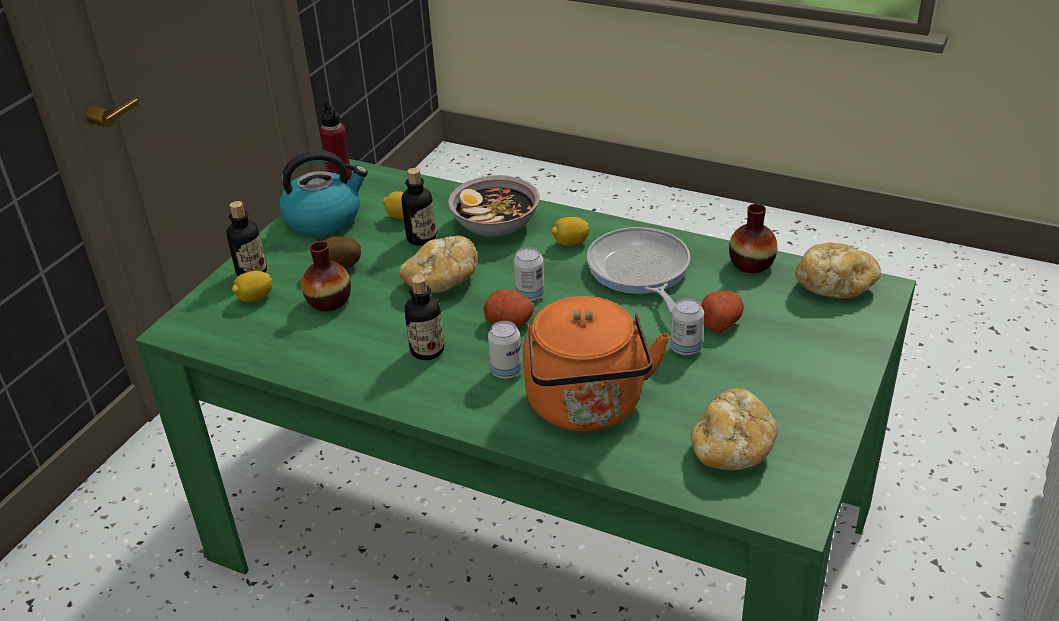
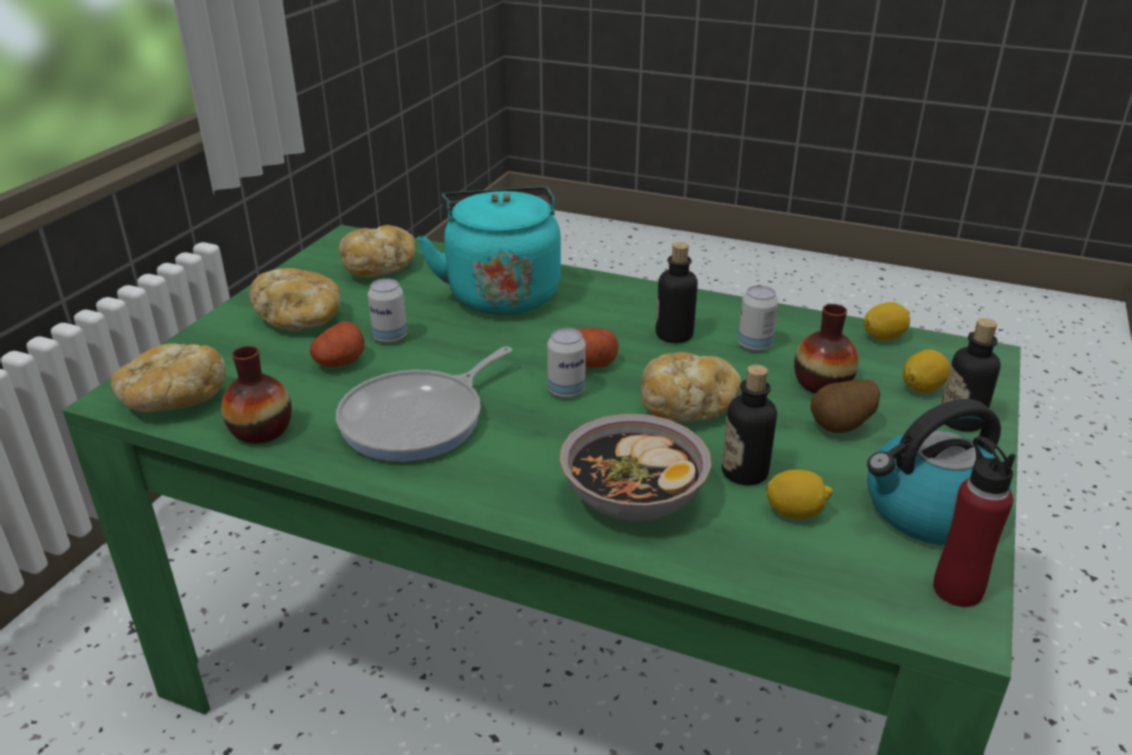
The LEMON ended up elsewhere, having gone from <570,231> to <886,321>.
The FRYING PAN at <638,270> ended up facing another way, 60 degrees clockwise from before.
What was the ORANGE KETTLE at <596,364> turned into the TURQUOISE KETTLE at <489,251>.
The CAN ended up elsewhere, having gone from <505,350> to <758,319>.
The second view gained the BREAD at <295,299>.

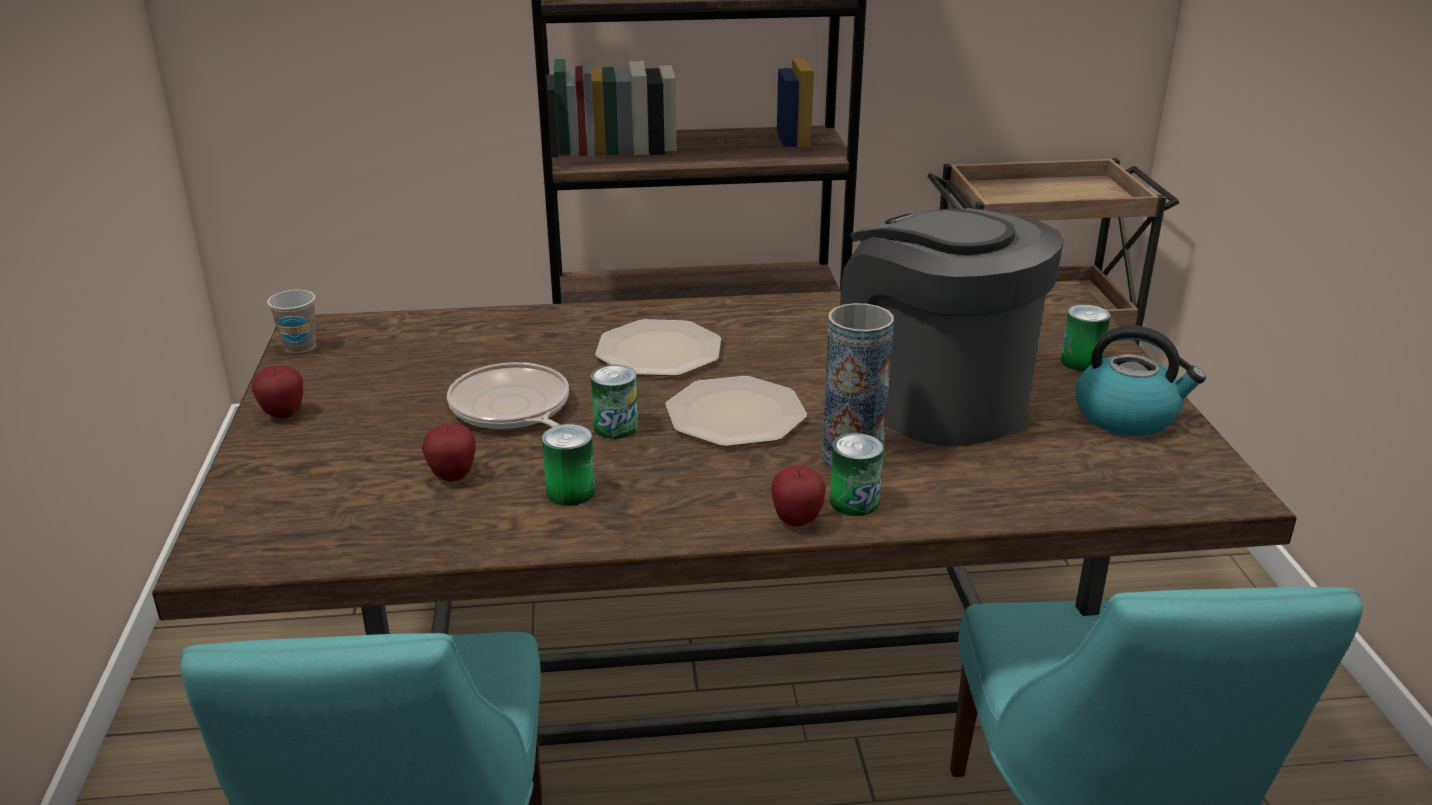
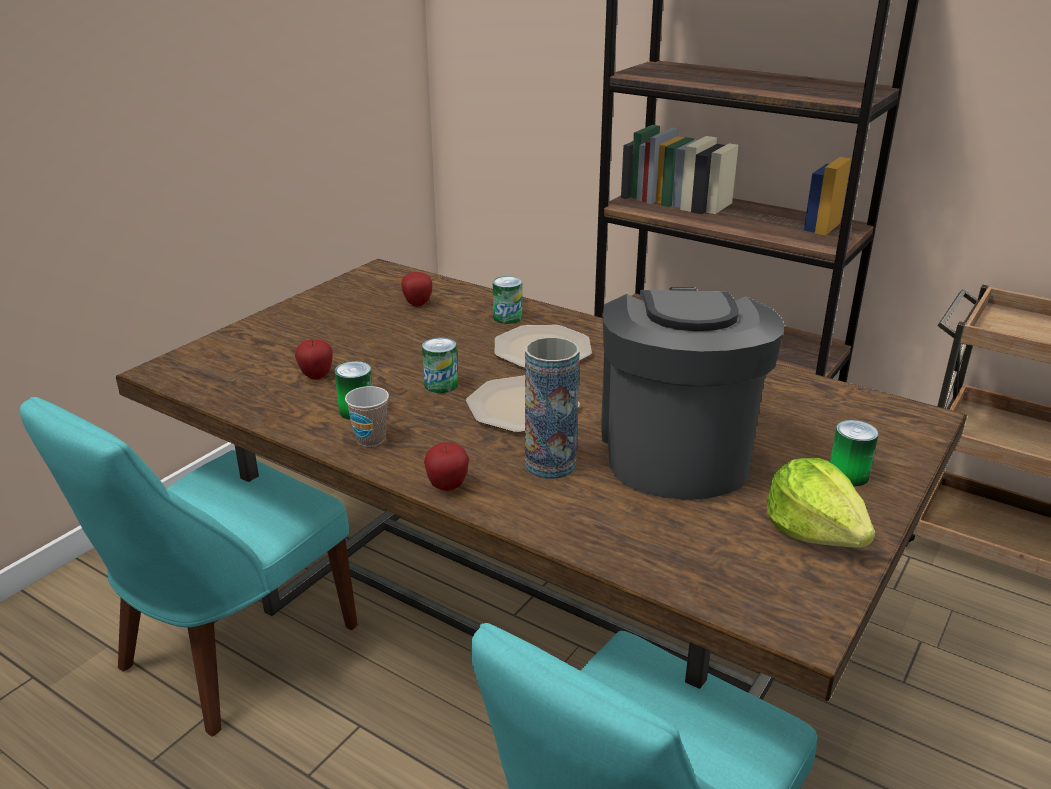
The CUP ended up elsewhere, having gone from <291,321> to <367,416>.
Where the KETTLE stood at <1141,380>, the LETTUCE came to stand at <820,503>.
The second view lost the FRYING PAN at <508,396>.
The APPLE ended up elsewhere, having gone from <277,392> to <416,289>.
The CAN ended up elsewhere, having gone from <856,474> to <507,300>.

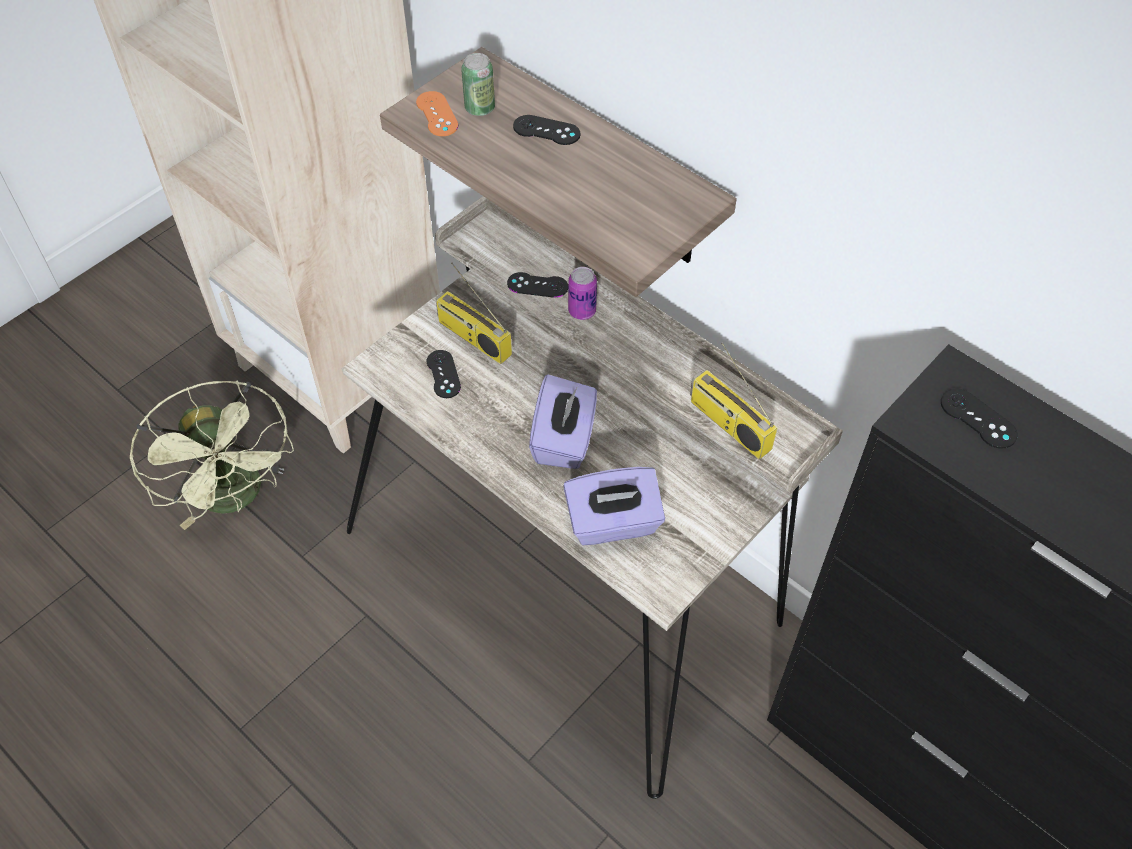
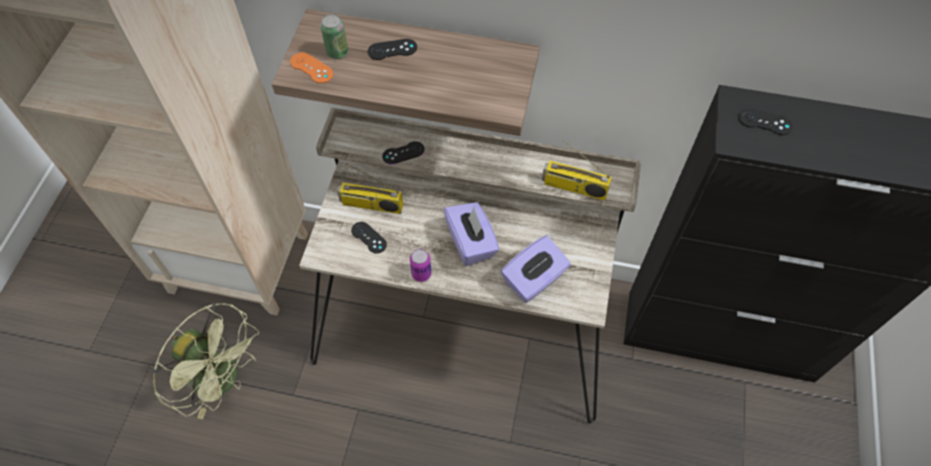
The CAN ended up elsewhere, having gone from <582,293> to <420,265>.

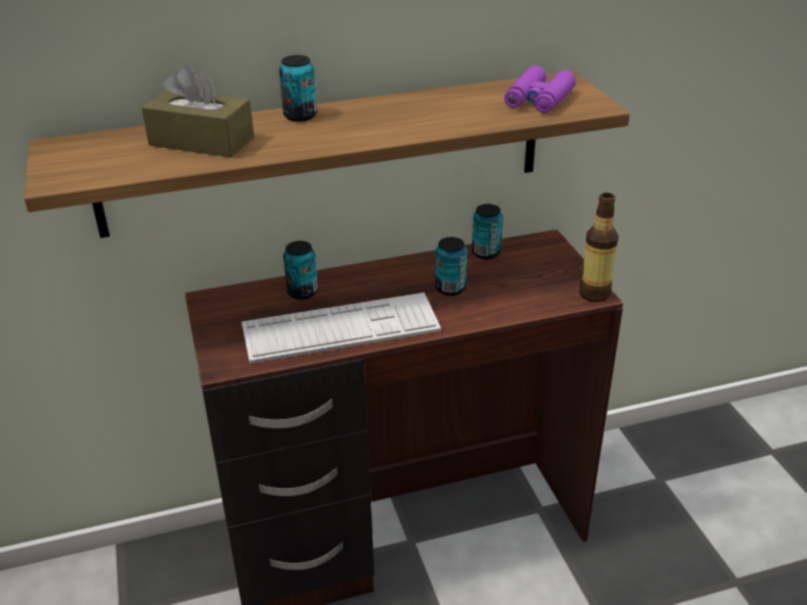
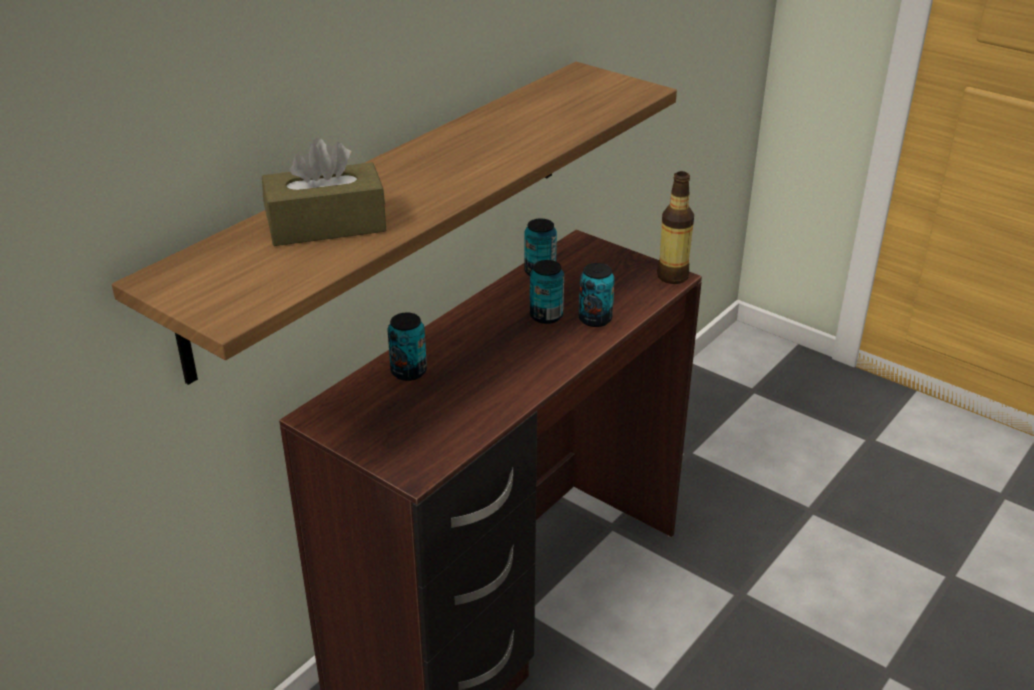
The CAN ended up elsewhere, having gone from <298,88> to <597,295>.
The second view lost the PURPLE BINOCULARS at <540,89>.
The second view lost the KEYBOARD at <341,328>.

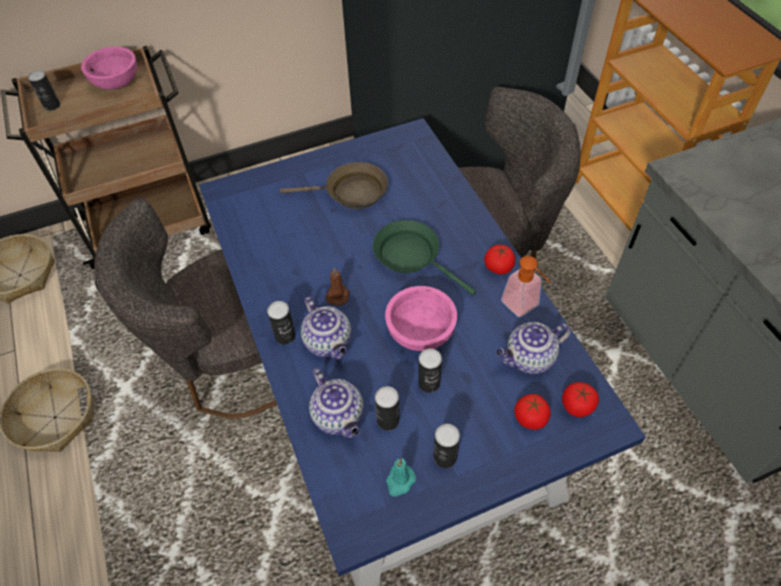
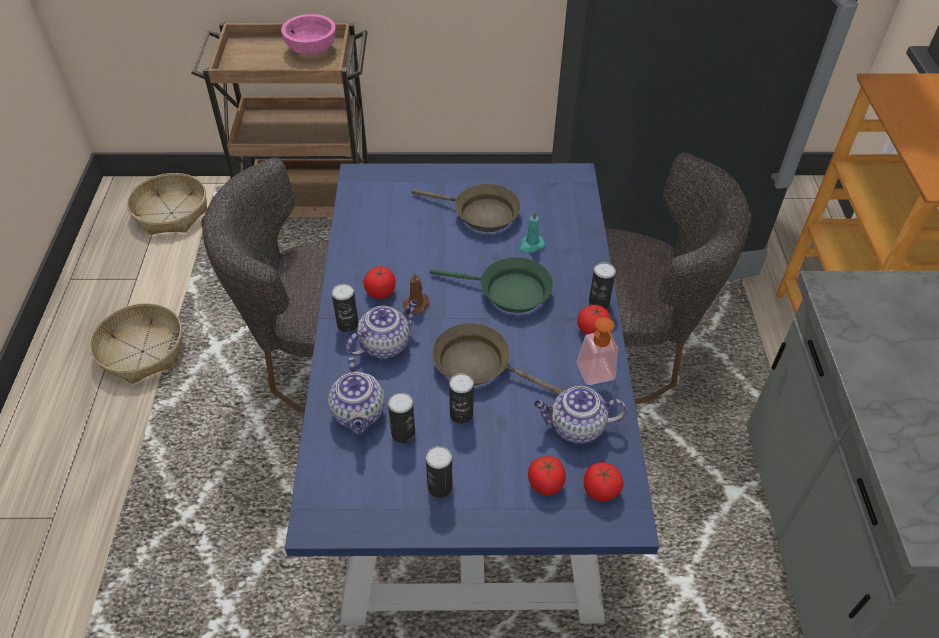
The CAN ended up elsewhere, having gone from <44,90> to <602,285>.
The GREEN FRYING PAN at <424,257> ended up facing another way, 135 degrees clockwise from before.
Where the PINK BOWL stood at <421,318>, the BROWN FRYING PAN came to stand at <497,359>.
The TEAPOT at <326,328> ended up facing another way, 120 degrees counterclockwise from before.
The TURQUOISE CANDLE ended up elsewhere, having gone from <401,477> to <532,232>.
The second view gained the TOMATO at <379,282>.

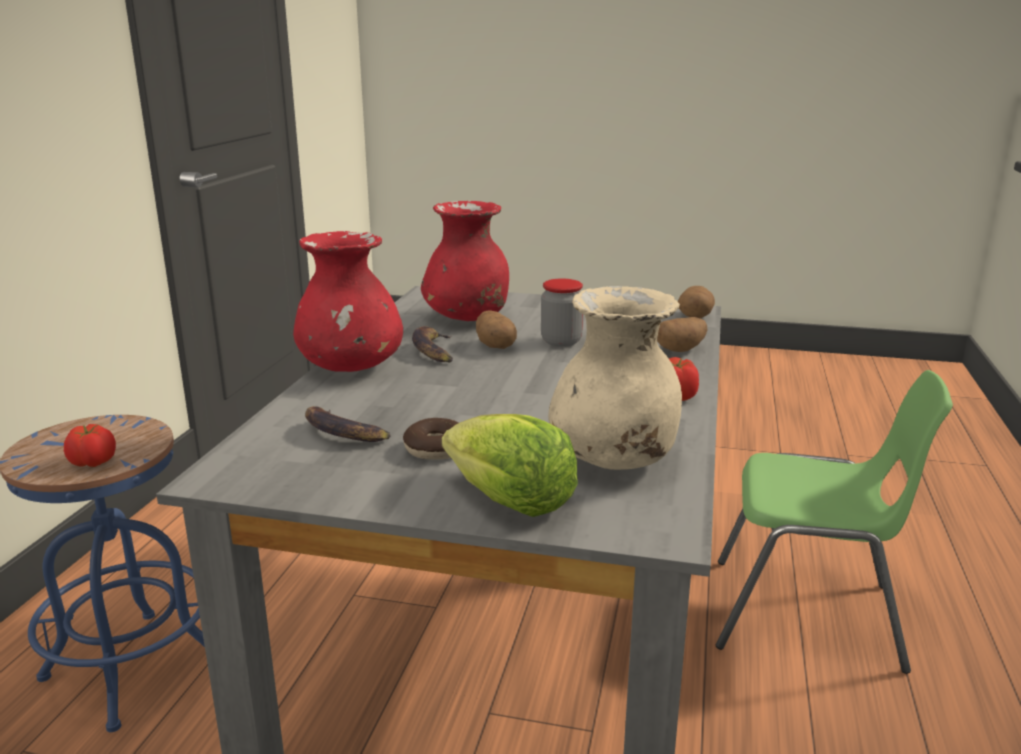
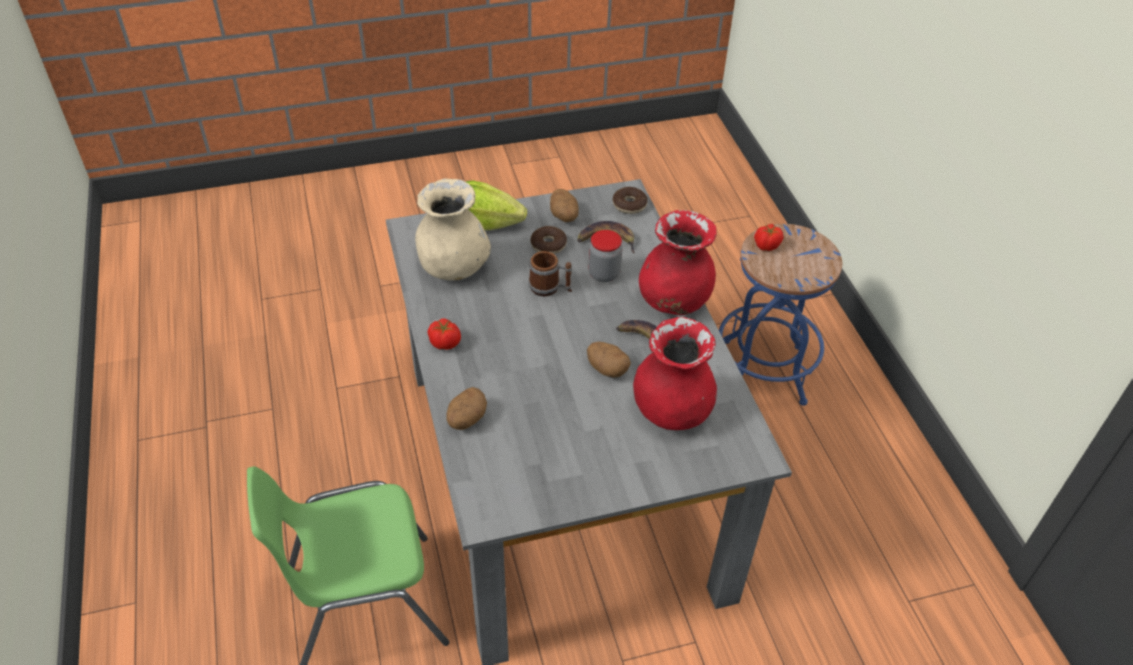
The JAR ended up elsewhere, having gone from <562,313> to <605,256>.
The POTATO ended up elsewhere, having gone from <696,302> to <564,205>.
The second view gained the DONUT at <630,200>.
The second view gained the MUG at <550,273>.

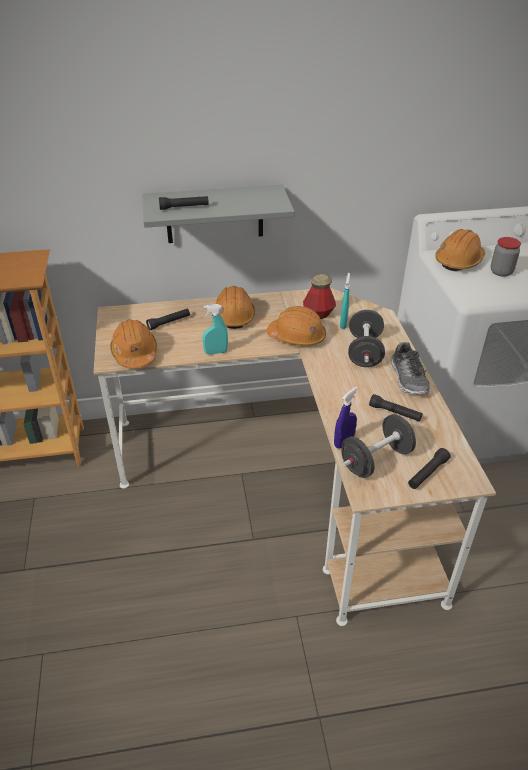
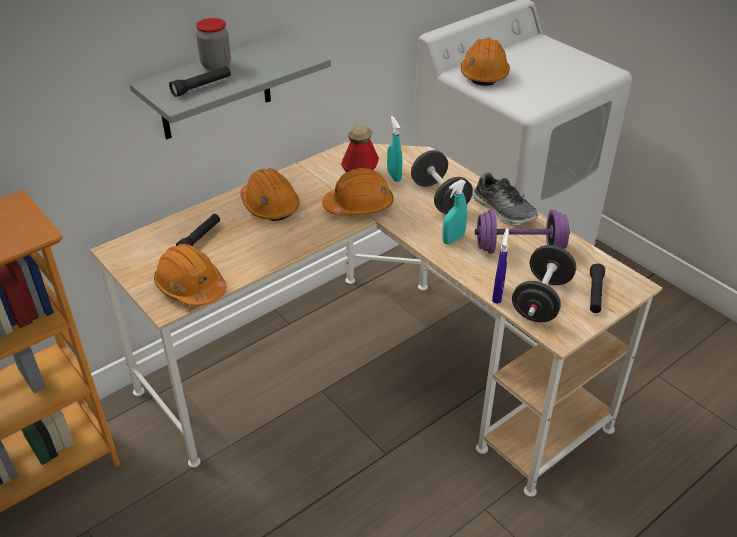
The JAR ended up elsewhere, having gone from <506,257> to <213,44>.
The TURQUOISE SPRAY BOTTLE ended up elsewhere, having gone from <215,329> to <454,211>.
Where the BLACK FLASHLIGHT stood at <396,408>, the PURPLE DUMBBELL came to stand at <522,231>.

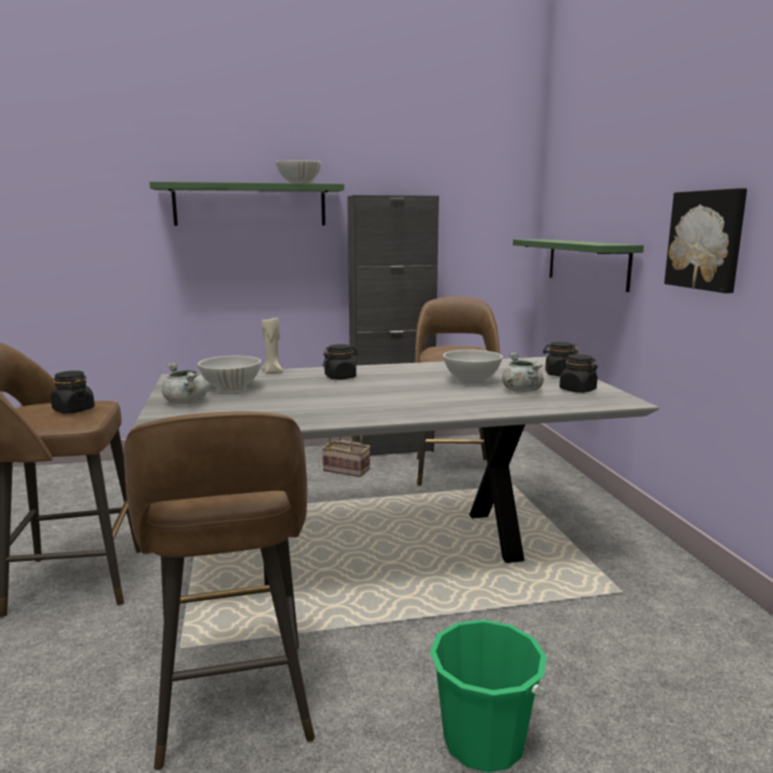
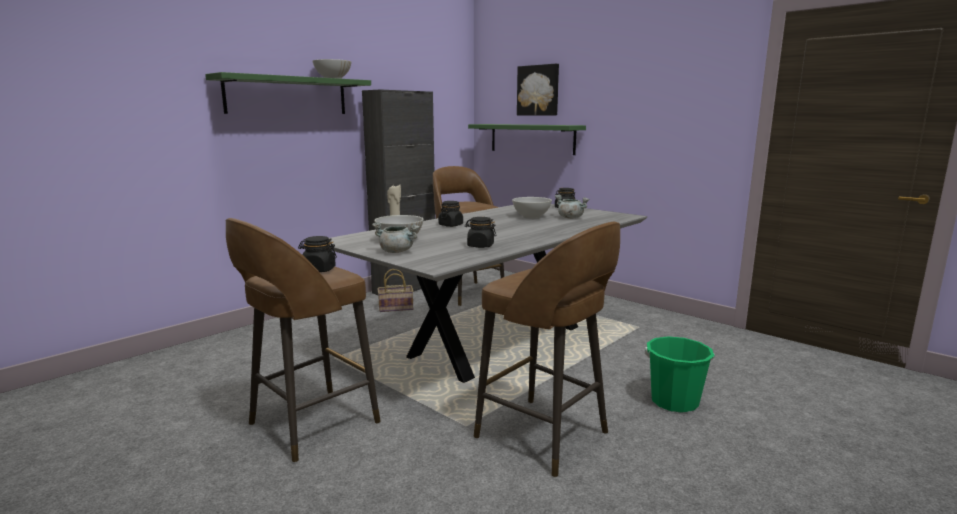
The PICTURE ended up elsewhere, having gone from <705,240> to <538,89>.
The BLACK JAR ended up elsewhere, having gone from <578,373> to <480,232>.

